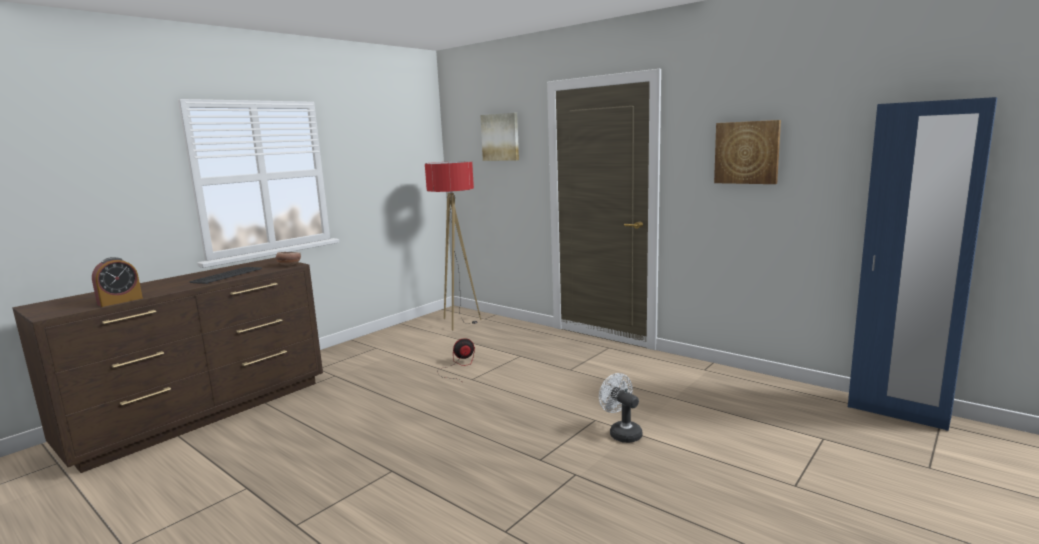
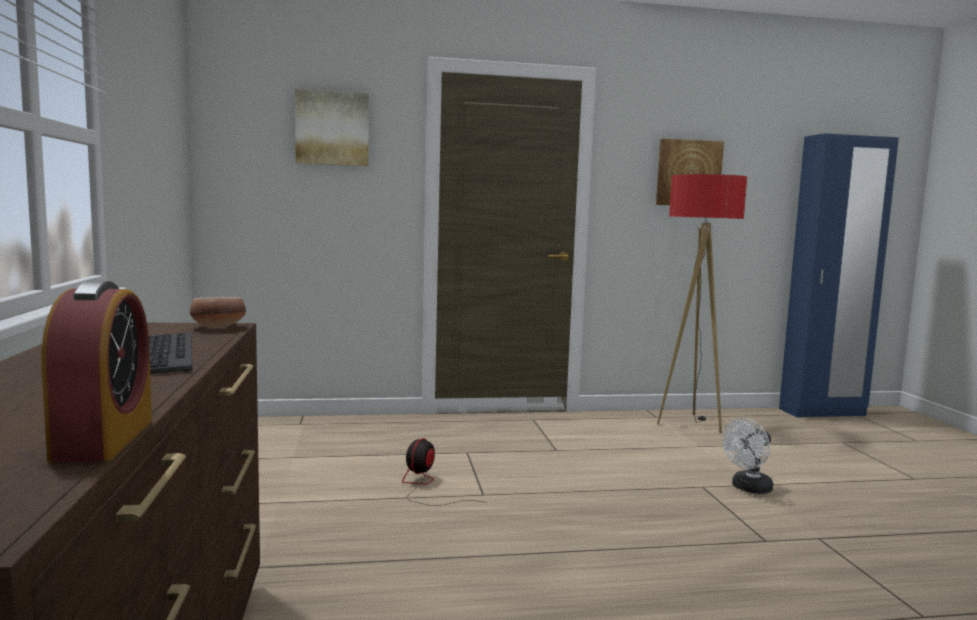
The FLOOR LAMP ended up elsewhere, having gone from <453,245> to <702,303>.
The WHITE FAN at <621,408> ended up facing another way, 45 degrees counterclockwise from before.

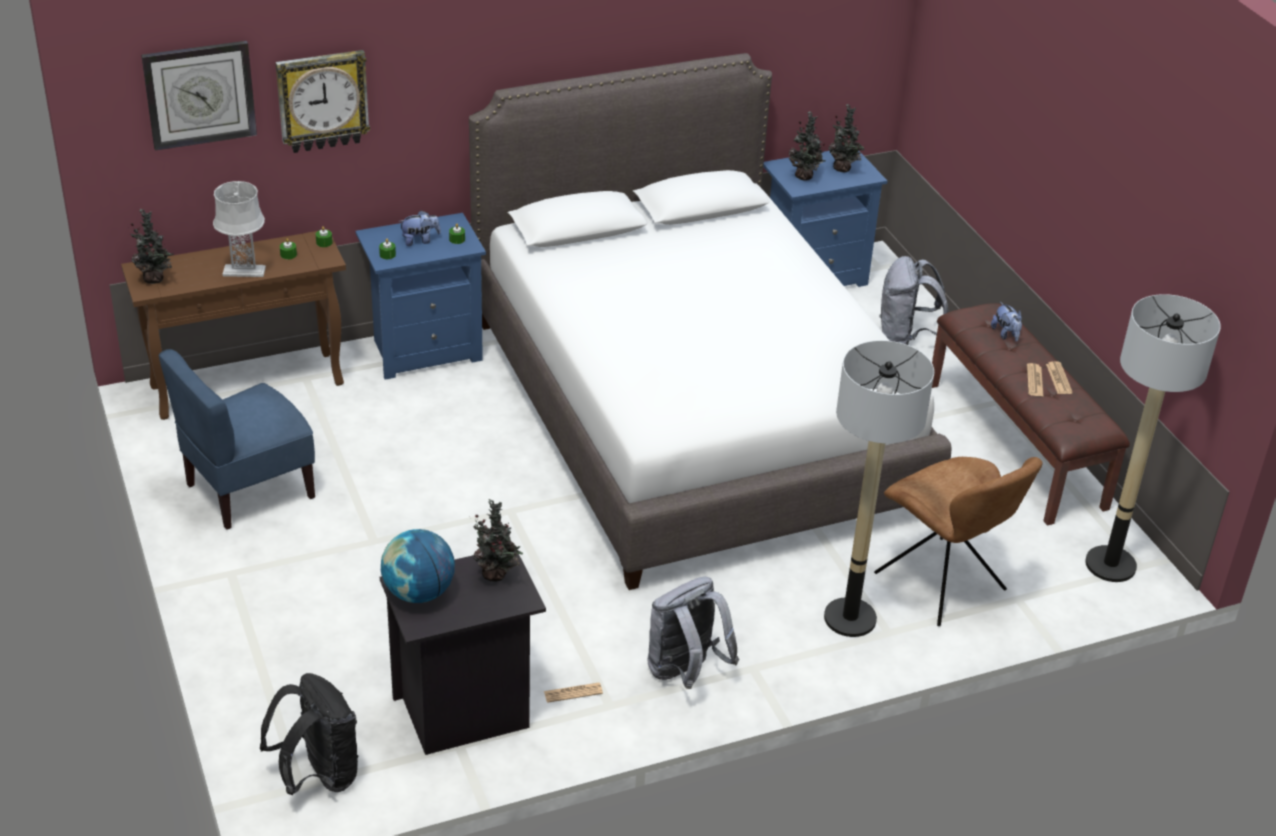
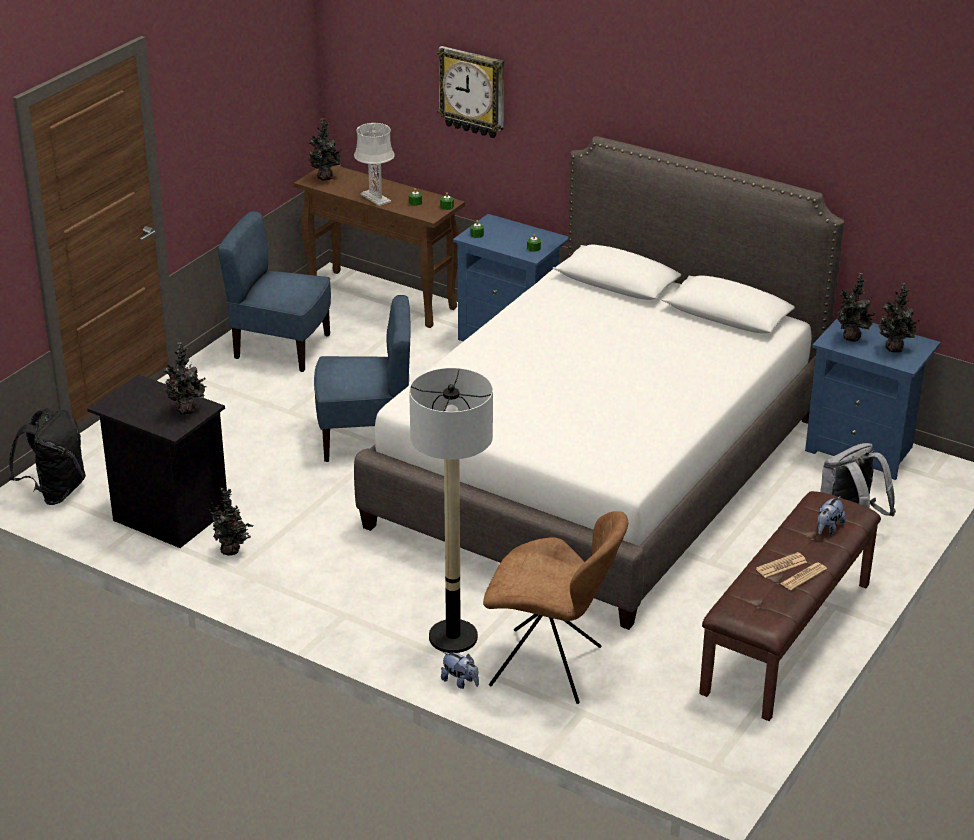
The second view lost the WALL CLOCK at <199,96>.
The PLUSH TOY ended up elsewhere, having gone from <419,228> to <460,670>.
The second view lost the FLOOR LAMP at <1153,438>.
The BROWN CHAIR at <958,541> ended up facing another way, 90 degrees counterclockwise from before.
The second view lost the GLOBE at <418,566>.
The second view lost the GREY BACKPACK at <693,633>.
Where the NEWSPAPER stood at <573,693>, the POTTED PLANT came to stand at <228,521>.
The second view gained the BLUE CHAIR at <362,378>.

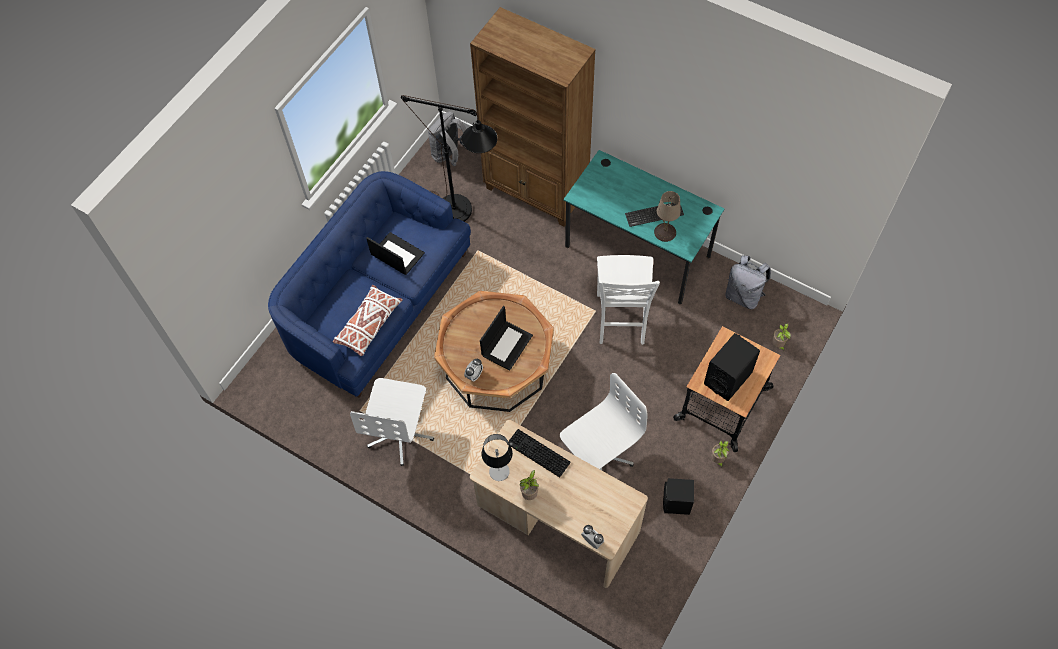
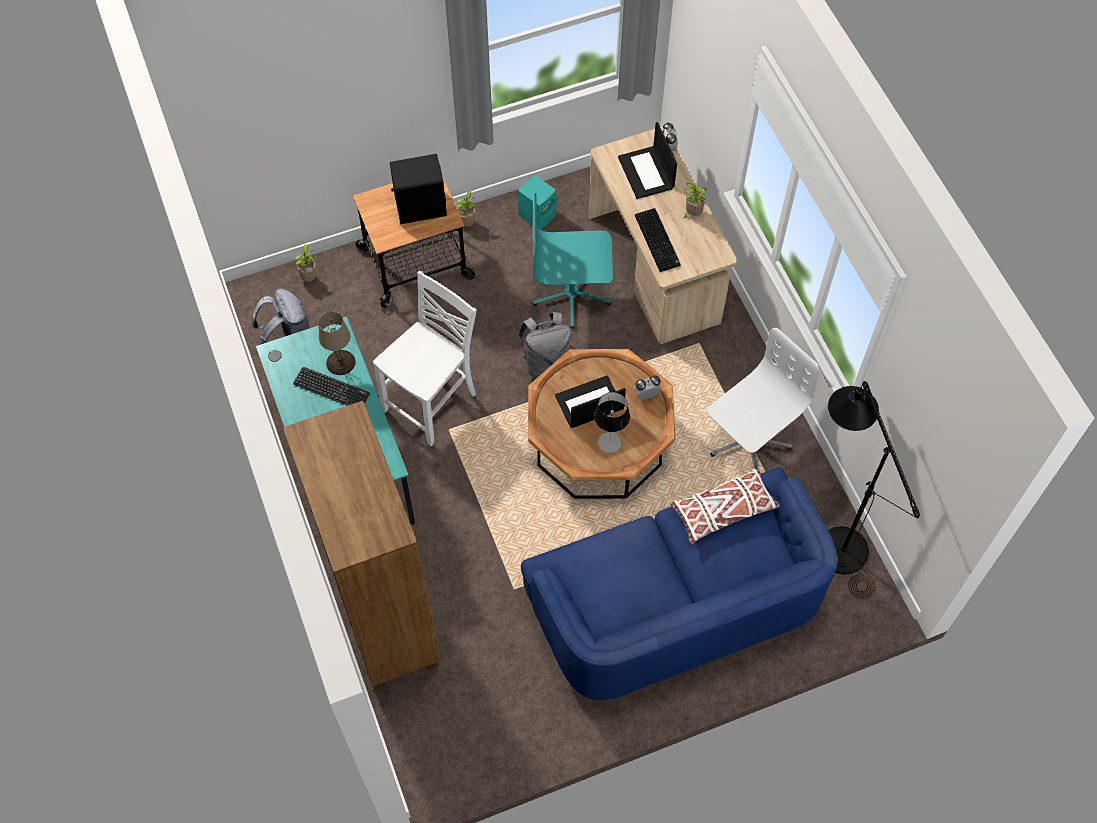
The BLACK FLOOR LAMP ended up elsewhere, having gone from <449,158> to <874,490>.
The GREY BACKPACK ended up elsewhere, having gone from <447,139> to <544,345>.
The LAPTOP ended up elsewhere, having gone from <395,253> to <647,160>.
What was the WHITE OFFICE CHAIR at <604,421> turned into the TURQUOISE OFFICE CHAIR at <573,261>.
The TABLE LAMP ended up elsewhere, having gone from <497,457> to <612,422>.
What was the BLACK SPEAKER at <678,496> turned into the TURQUOISE SPEAKER at <538,202>.

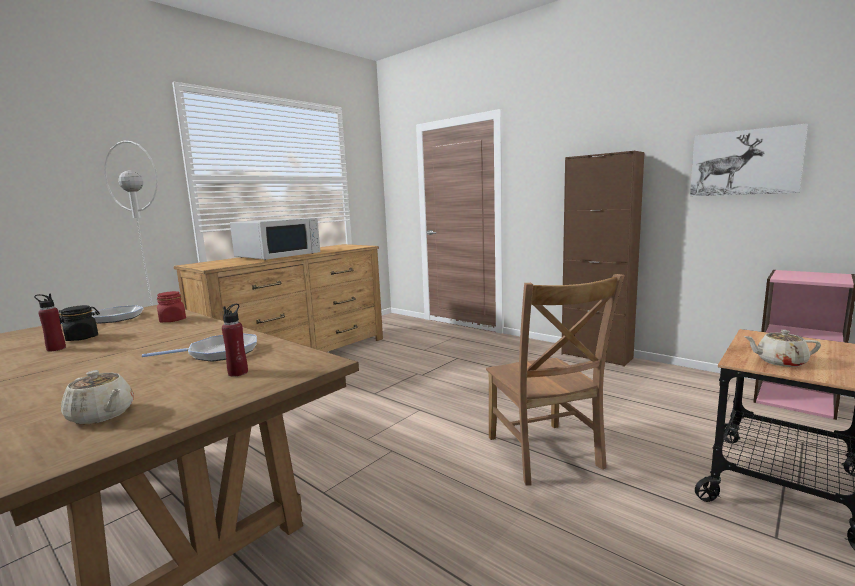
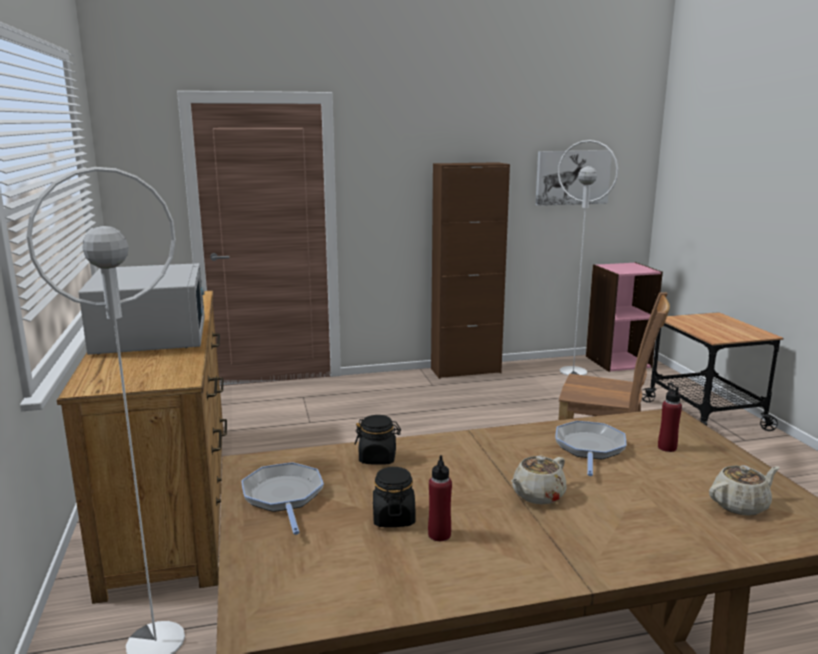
What was the RED JAR at <171,306> turned into the BLACK JAR at <377,440>.
The BEIGE TEAPOT ended up elsewhere, having gone from <782,348> to <538,480>.
The second view gained the WHITE FLOOR LAMP at <588,257>.

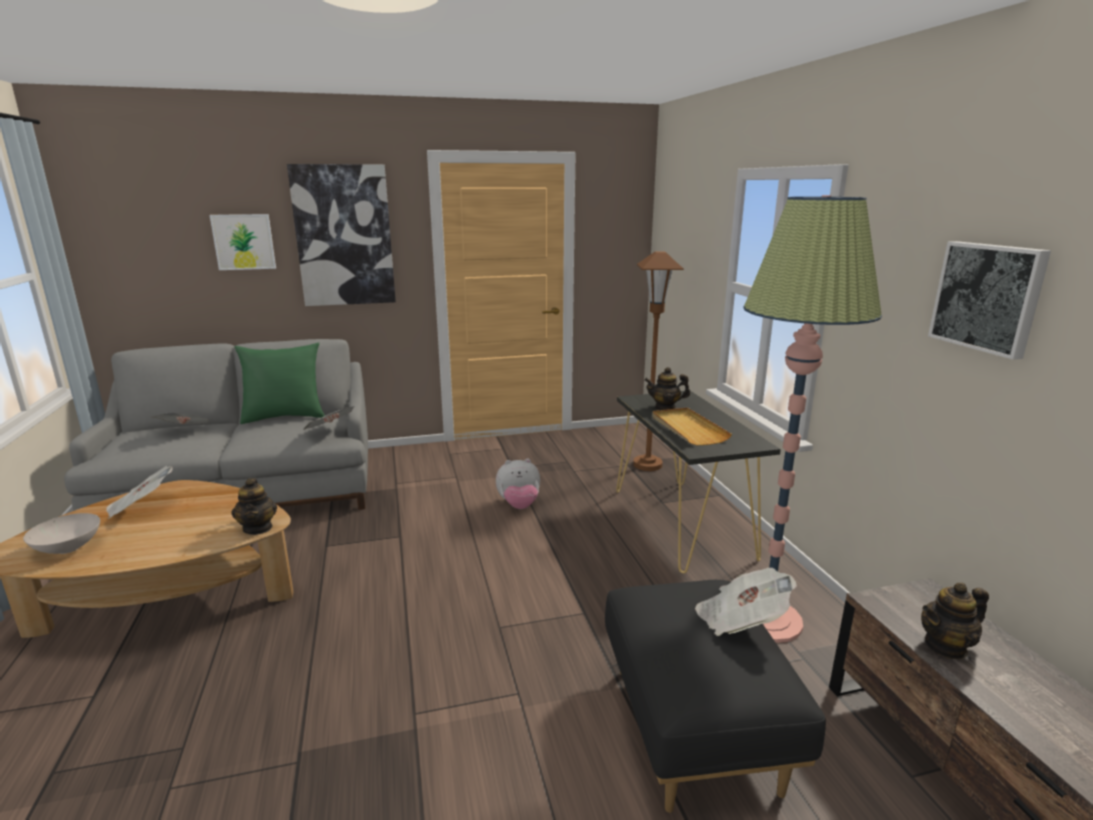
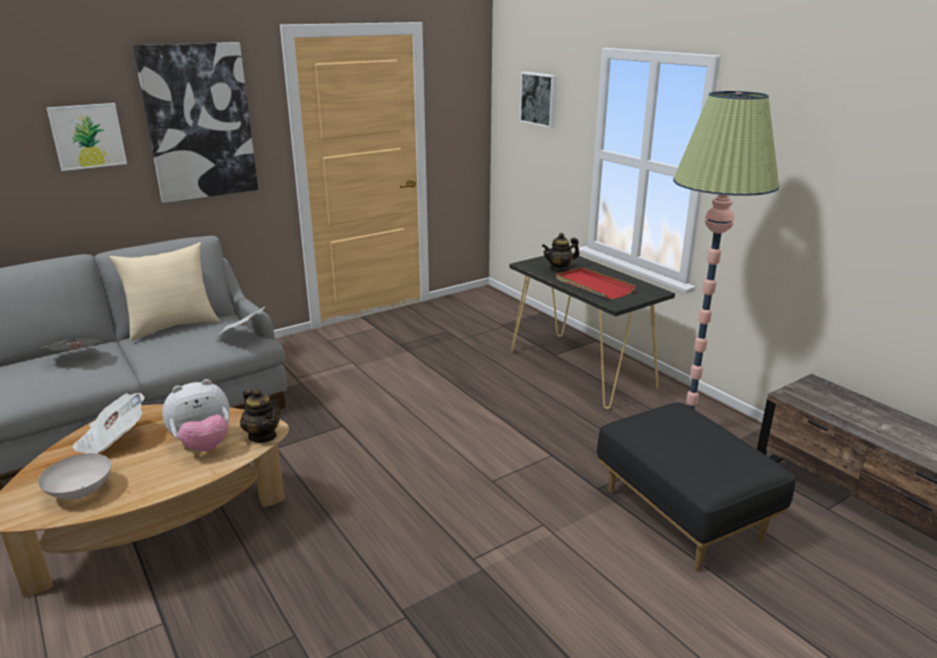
The PICTURE ended up elsewhere, having gone from <989,300> to <538,100>.
The second view lost the BROWN FLOOR LAMP at <658,361>.
What was the GREEN PILLOW at <280,383> turned into the BEIGE PILLOW at <164,291>.
What was the BEIGE TRAY at <692,427> turned into the RED TRAY at <596,283>.
The PLUSH TOY ended up elsewhere, having gone from <518,484> to <195,415>.
The second view lost the NEWSPAPER at <746,602>.
The second view lost the TEAPOT at <955,620>.

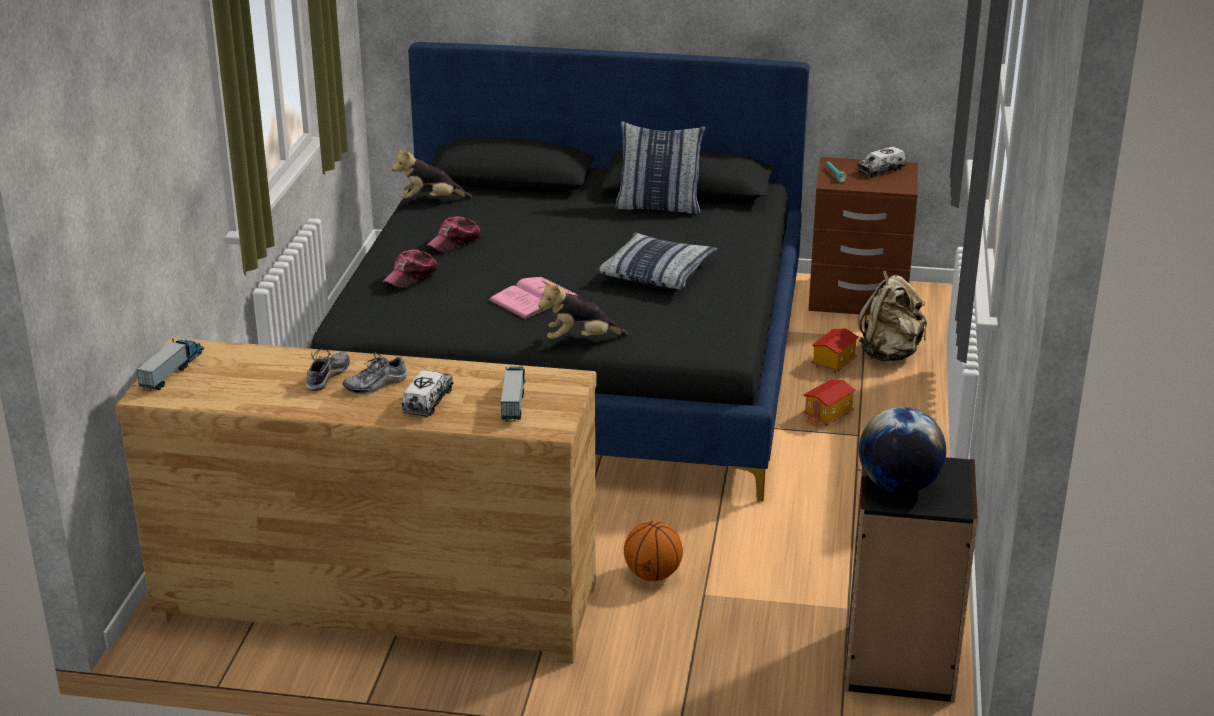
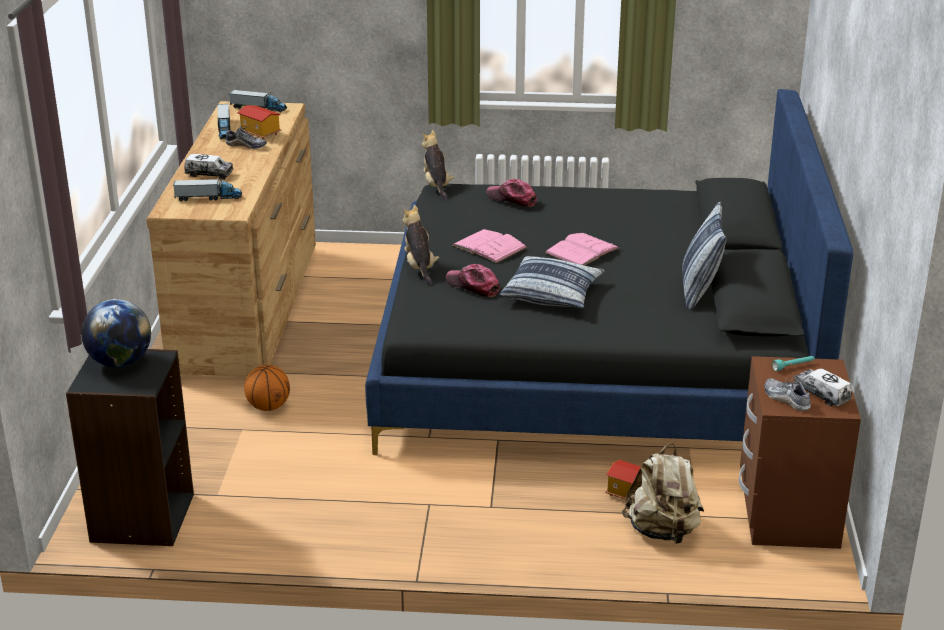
The PLUSH TOY ended up elsewhere, having gone from <432,173> to <438,165>.
The CAP ended up elsewhere, having gone from <454,234> to <473,280>.
The SHOE ended up elsewhere, having gone from <375,373> to <787,393>.
The TOY HOUSE ended up elsewhere, having gone from <829,403> to <259,122>.
The second view gained the TOY TRUCK at <224,121>.
The second view gained the PINK BOOK at <582,249>.

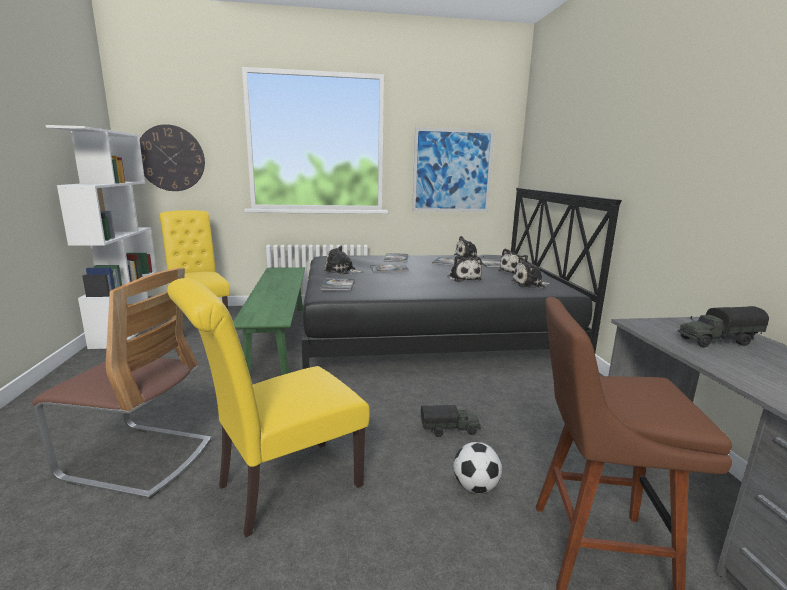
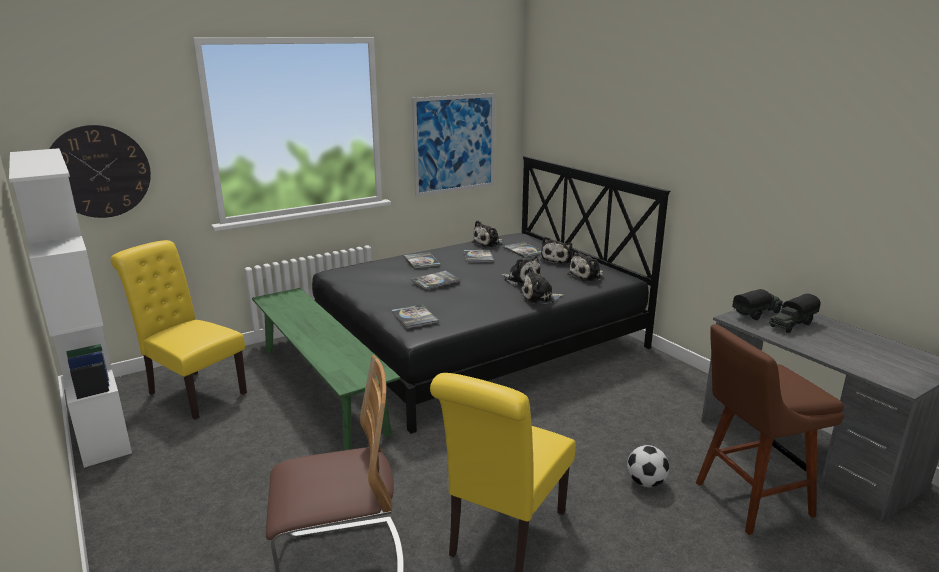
The PLUSH TOY ended up elsewhere, having gone from <343,260> to <542,285>.
The TOY TRUCK ended up elsewhere, having gone from <451,421> to <757,304>.

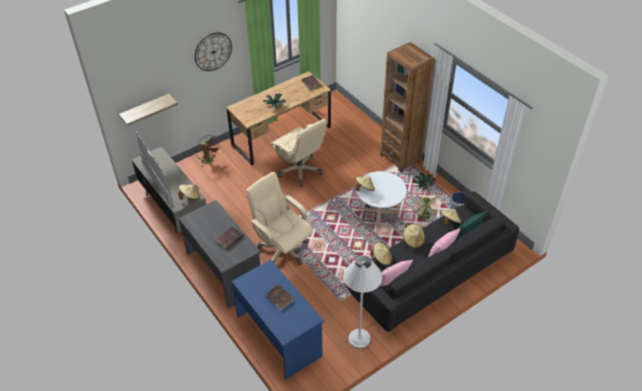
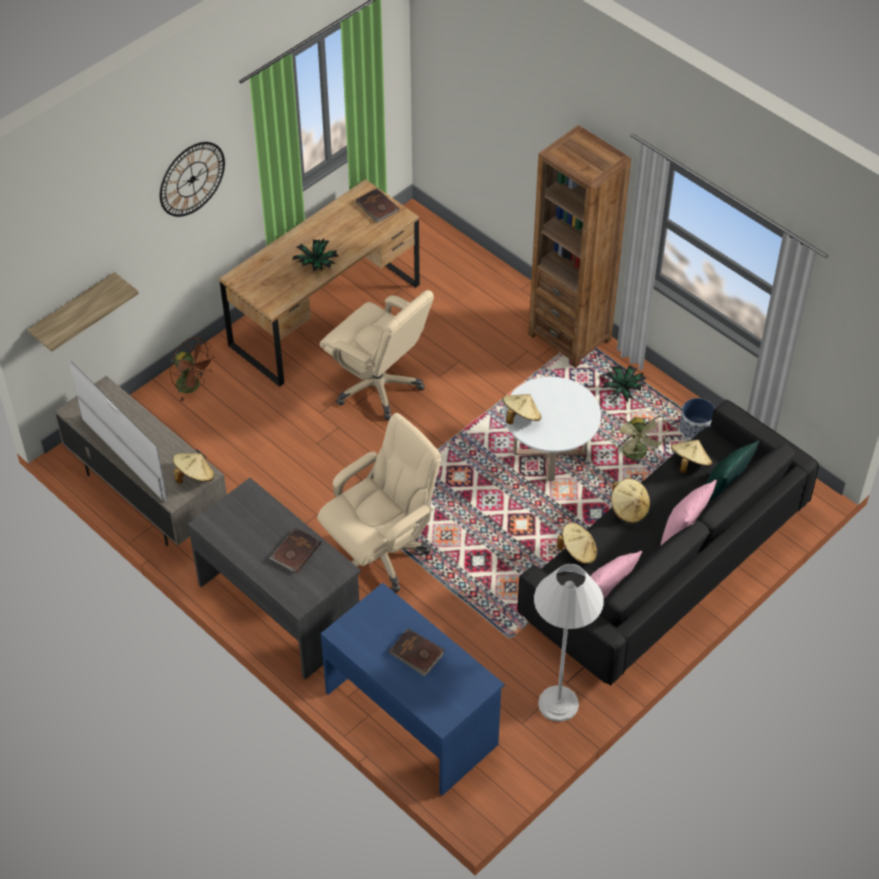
The BEIGE OFFICE CHAIR at <279,218> ended up facing another way, 105 degrees clockwise from before.

